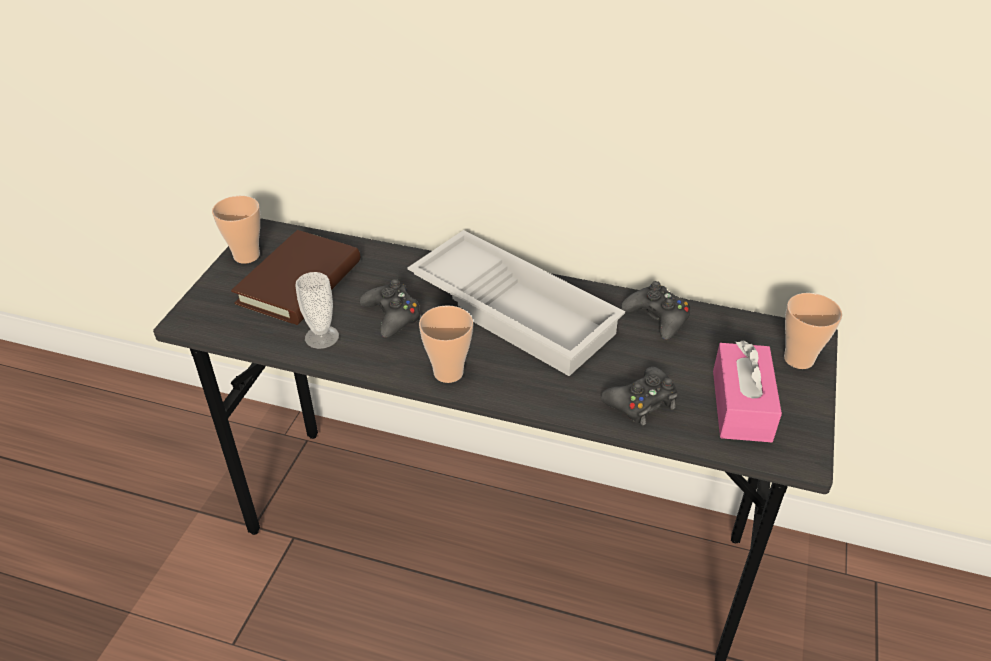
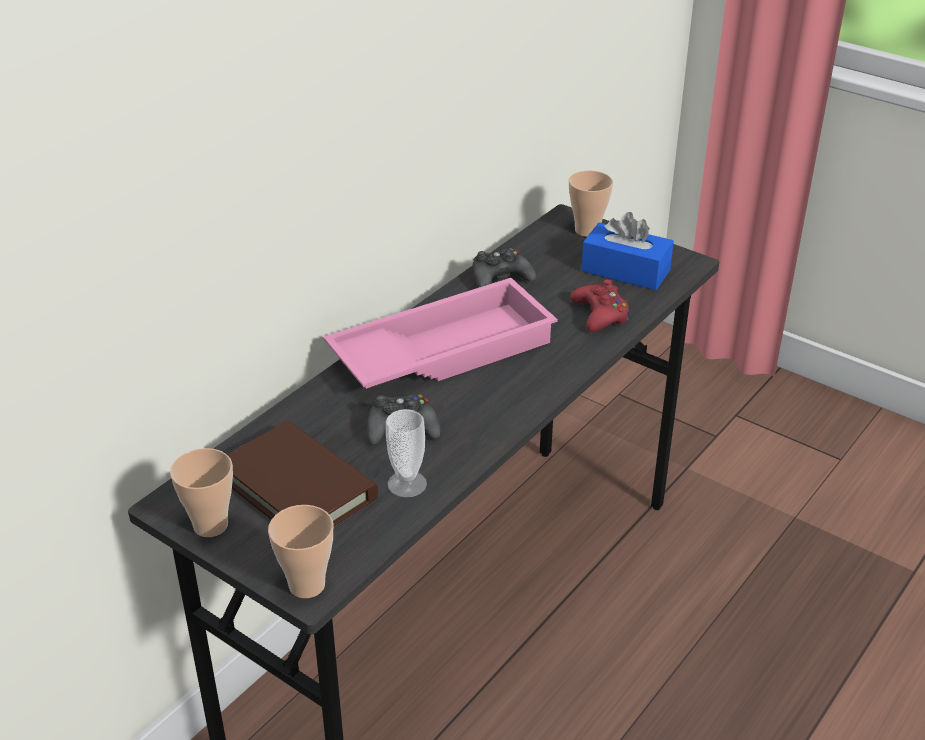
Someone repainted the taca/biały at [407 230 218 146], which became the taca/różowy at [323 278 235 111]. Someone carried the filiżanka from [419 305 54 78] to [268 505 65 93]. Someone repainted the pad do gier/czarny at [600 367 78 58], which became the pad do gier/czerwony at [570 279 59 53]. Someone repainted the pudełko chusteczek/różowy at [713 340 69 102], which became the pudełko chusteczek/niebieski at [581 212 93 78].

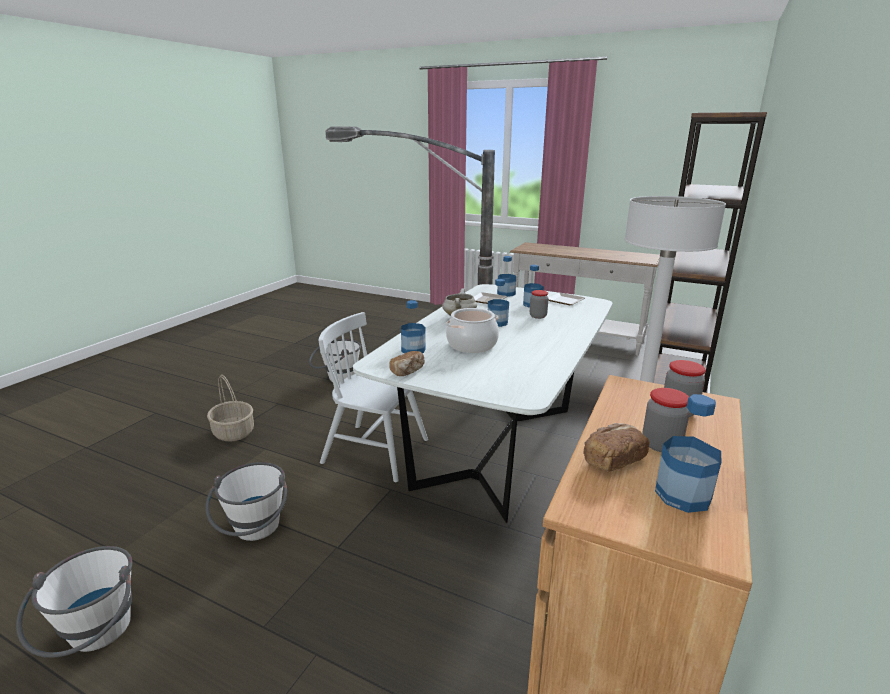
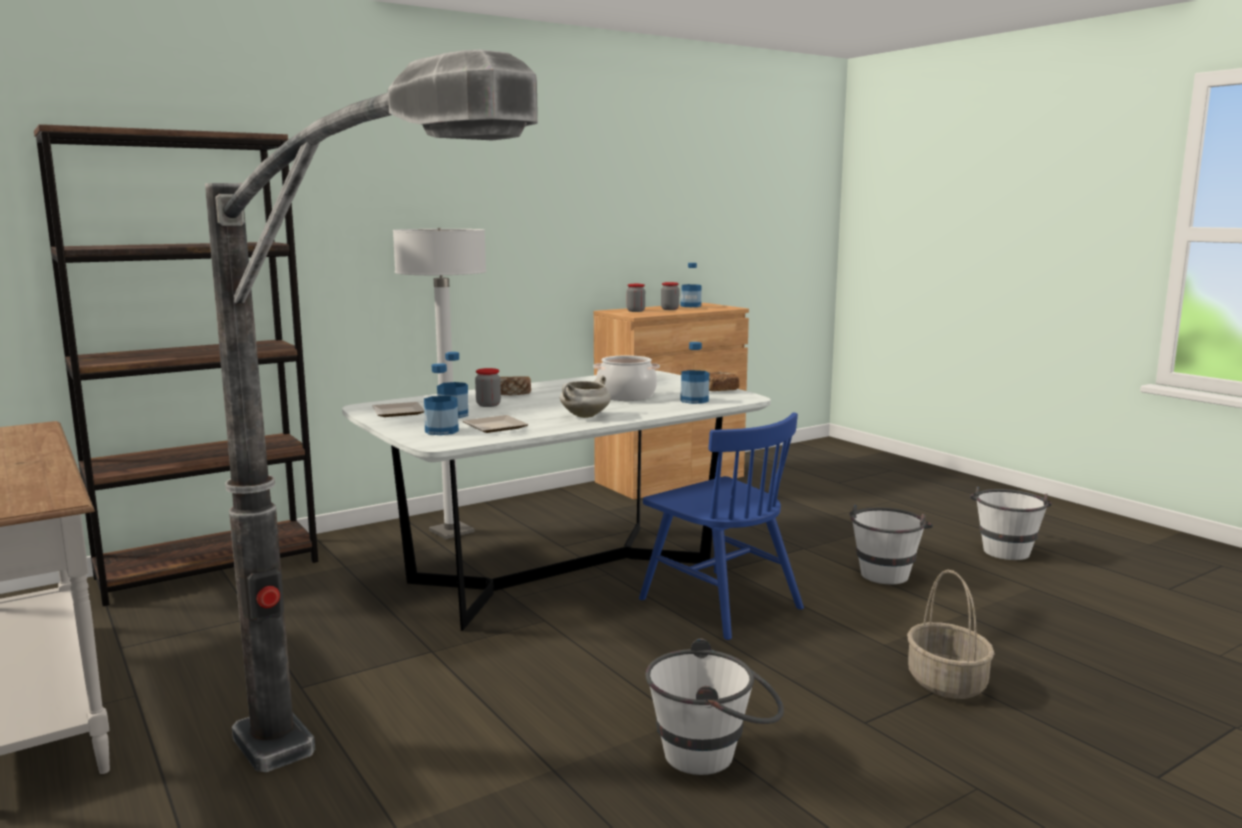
Someone repainted the krzesło/biały at [319 312 109 170], which became the krzesło/niebieski at [639 412 165 228]. Someone took away the butelka at [488 279 21 48]. Someone carried the chleb from [583 423 67 49] to [500 376 31 19].

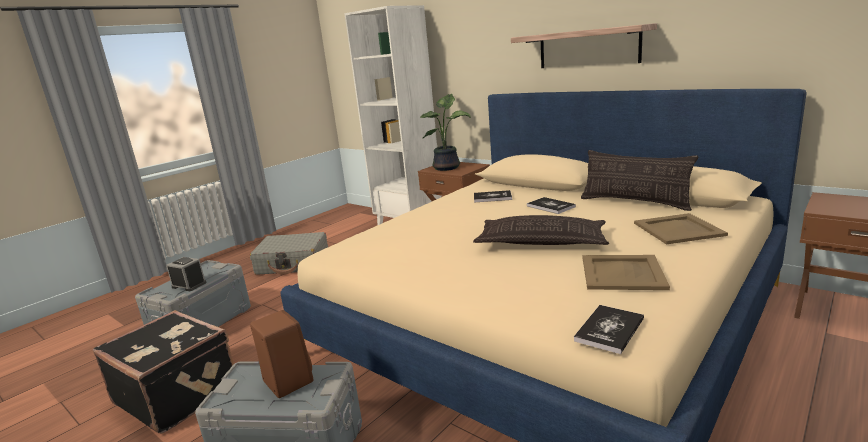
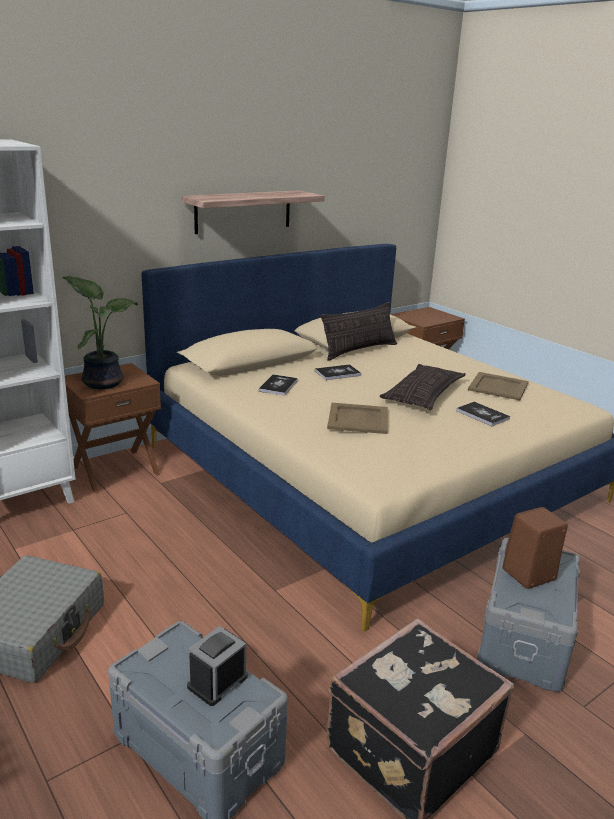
Someone carried the książka from [574 305 70 49] to [456 402 54 24]. Someone carried the taca/beżowy from [634 213 94 31] to [327 403 61 31].

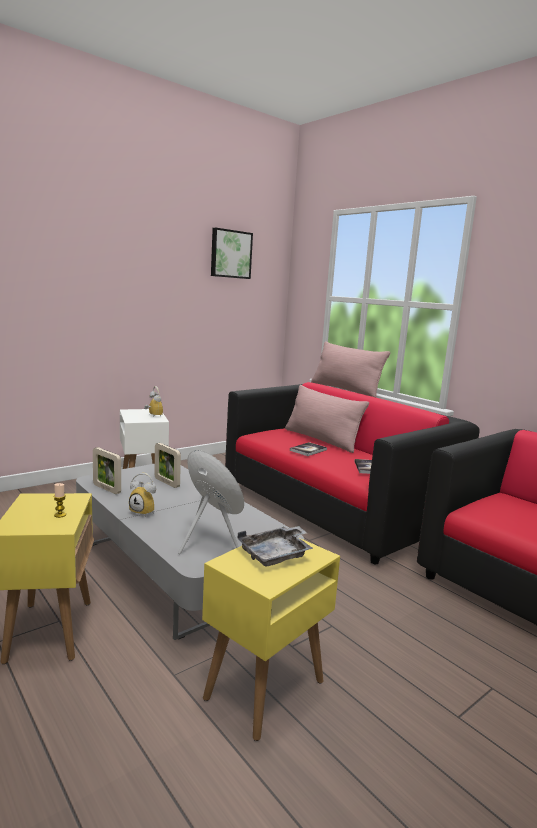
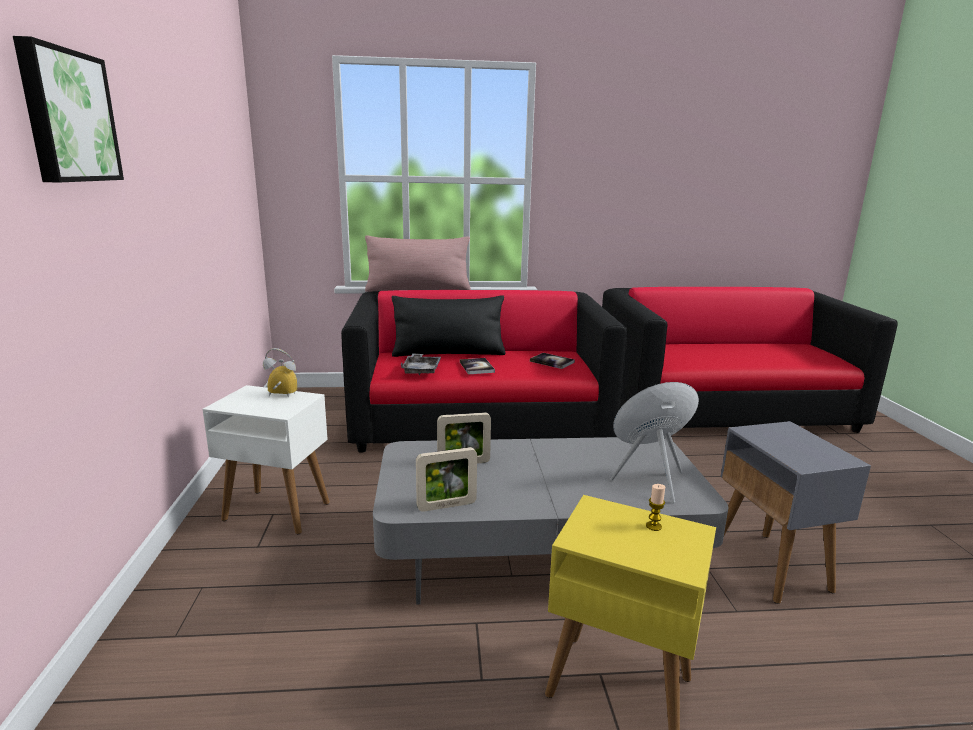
Someone took away the budzik at [129 473 27 44]. Someone repainted the stolik/żółty at [202 538 138 203], which became the stolik/szary at [721 421 150 183]. Someone carried the obraz from [211 228 42 51] to [13 36 111 146]. Someone carried the taca/szary from [237 526 76 41] to [401 353 40 22]. Someone repainted the poduszka/różowy at [285 385 84 68], which became the poduszka/czarny at [392 296 113 61].

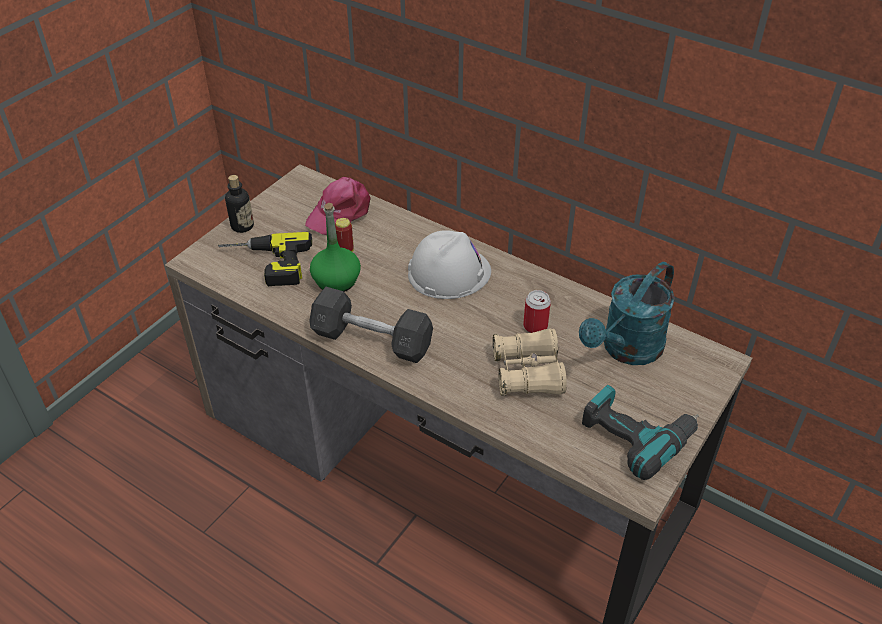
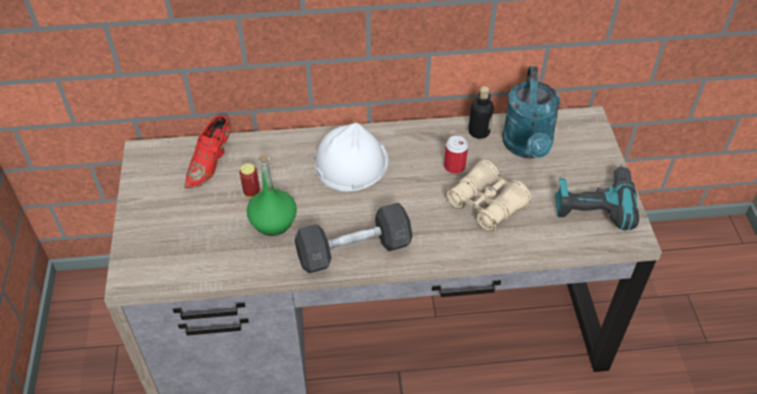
Someone took away the wiertarka at [218 232 94 54]. Someone carried the butelka from [225 175 29 58] to [468 86 26 53]. Someone swapped the czapka z daszkiem/różowy at [305 177 66 58] for the but/czerwony at [184 115 47 73].

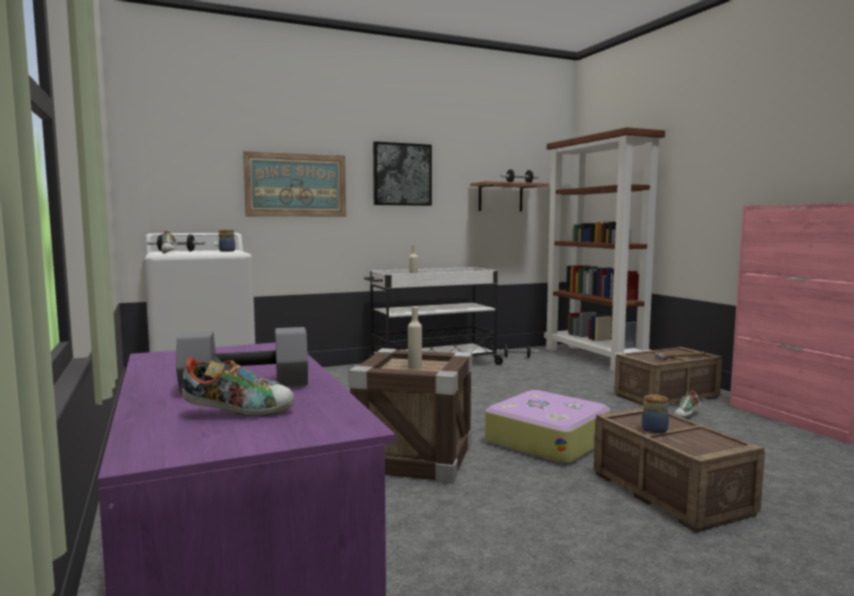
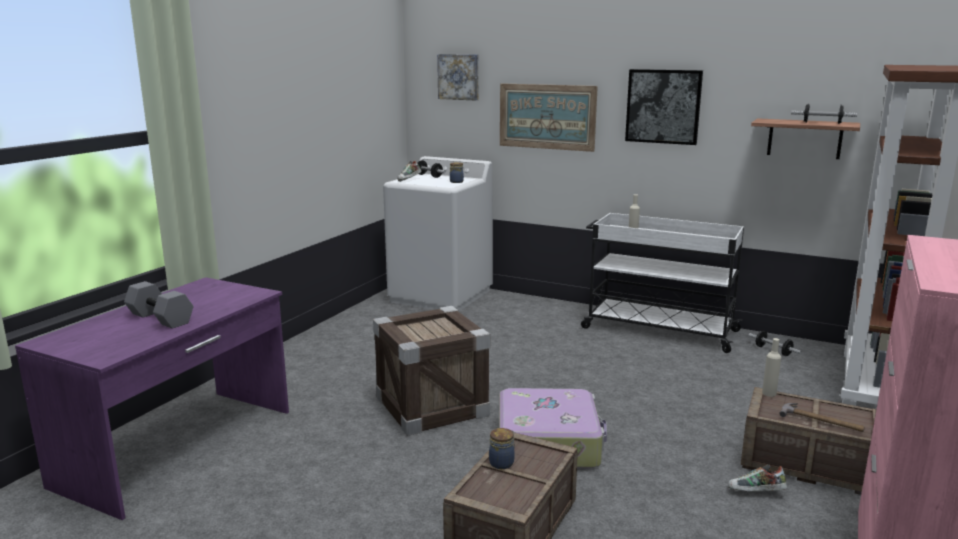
Someone took away the but at [181 355 114 61]. Someone carried the butelka/beżowy from [408 307 14 62] to [762 338 19 59]. Someone put up the obraz at [437 54 42 46].

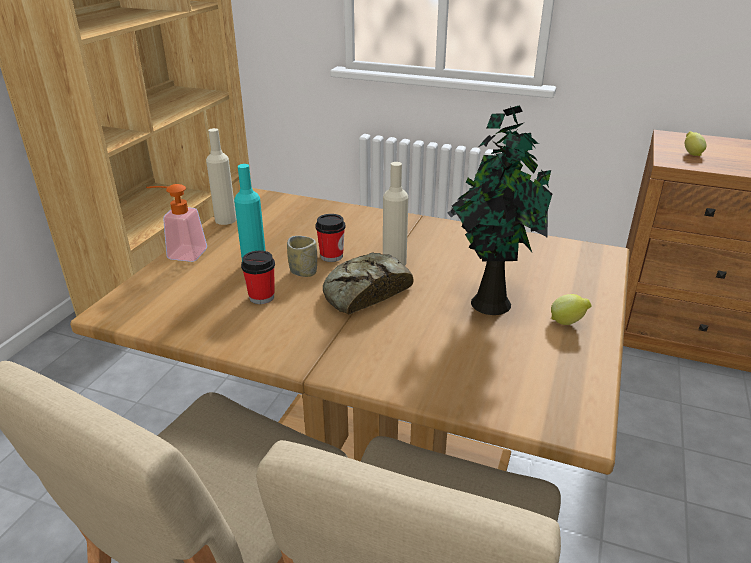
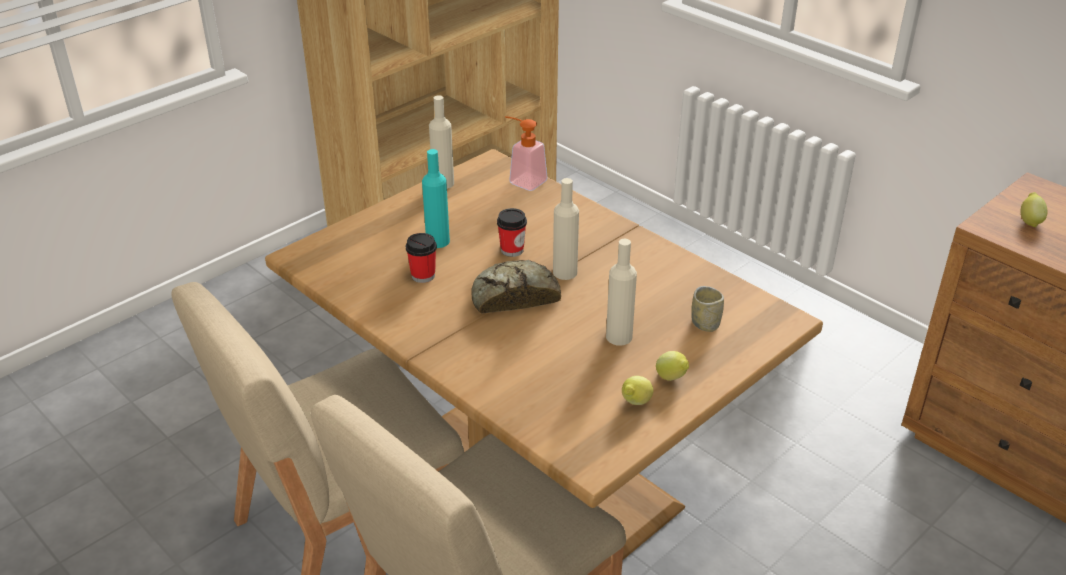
Someone carried the dozownik mydła from [146 184 61 78] to [505 116 43 75]. Someone carried the filiżanka from [287 236 30 41] to [691 286 33 46]. Someone swapped the roślina doniczkowa at [447 105 105 210] for the butelka/beżowy at [606 239 31 107]. Someone put down the cytryna at [622 376 31 29].

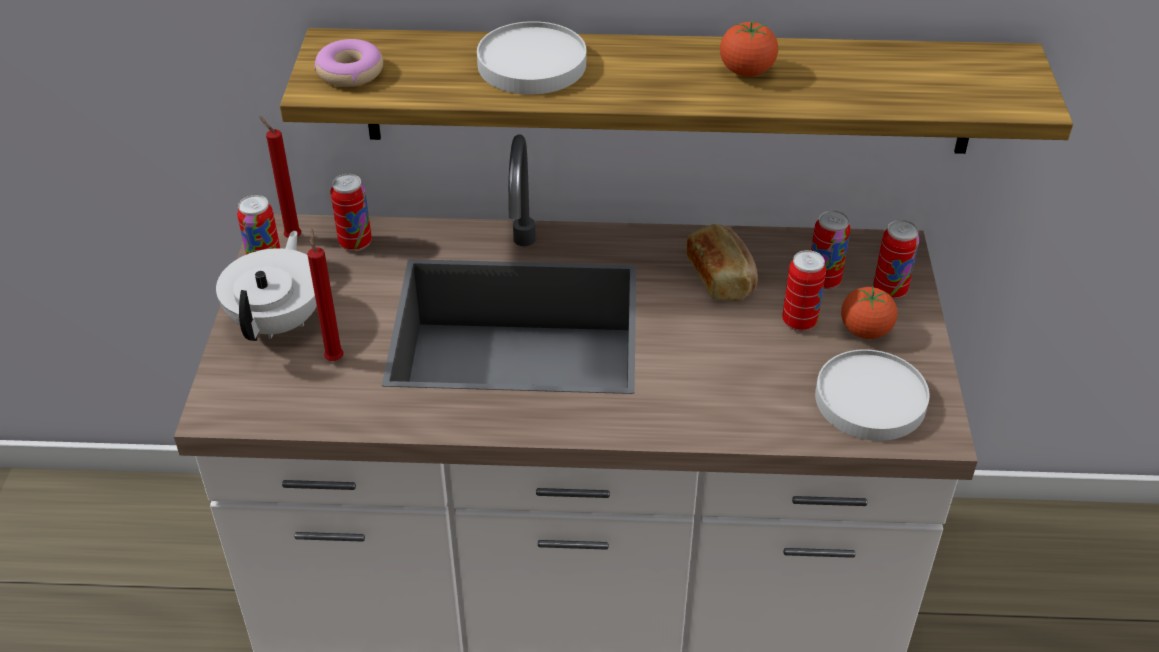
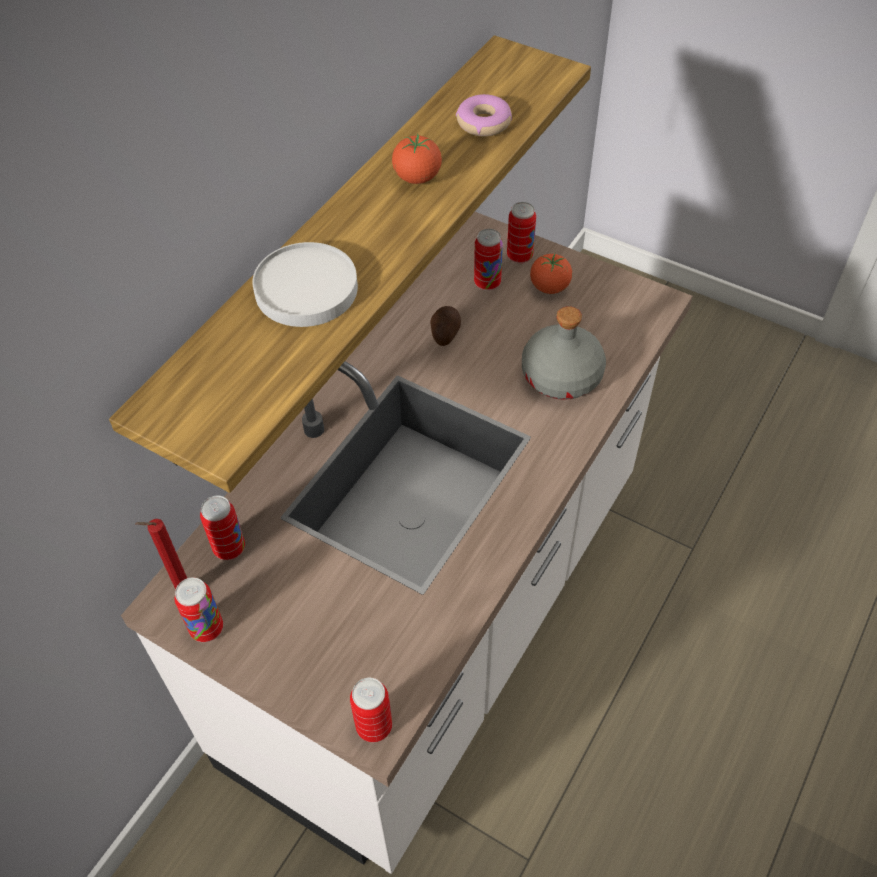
Someone took away the imbryk/biały at [216 231 101 110]. Someone took away the świeca/czerwony at [307 229 37 132]. Someone carried the donut from [314 39 69 48] to [456 94 56 42]. Someone swapped the chleb at [686 224 72 77] for the ziemniak at [430 306 31 40]. Someone carried the puszka from [782 250 44 81] to [350 678 42 64]. Someone took away the talerz/biały at [815 349 114 92]. Someone put down the butelka/szary at [522 306 84 94].

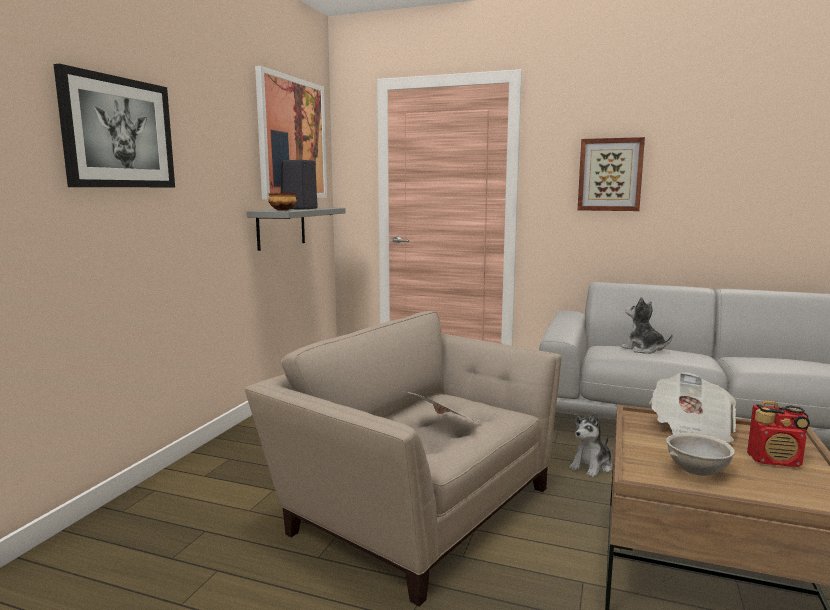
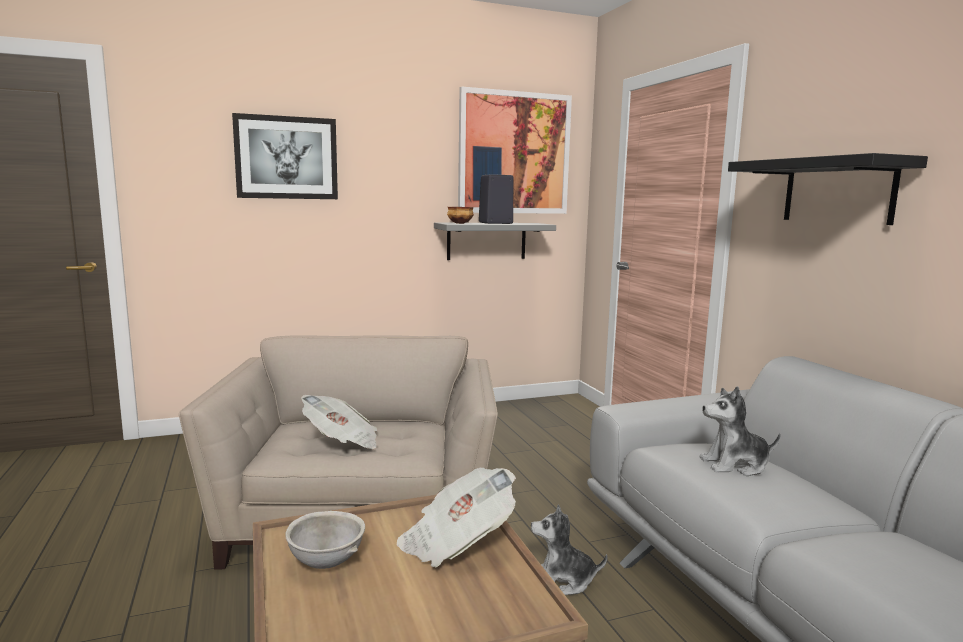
Someone swapped the obraz at [578 137 67 74] for the półka/czarny at [728 153 200 72]. Someone rotated the pluszak at [621 297 52 57] by 105 degrees counterclockwise. Someone took away the radio at [747 401 63 66].

